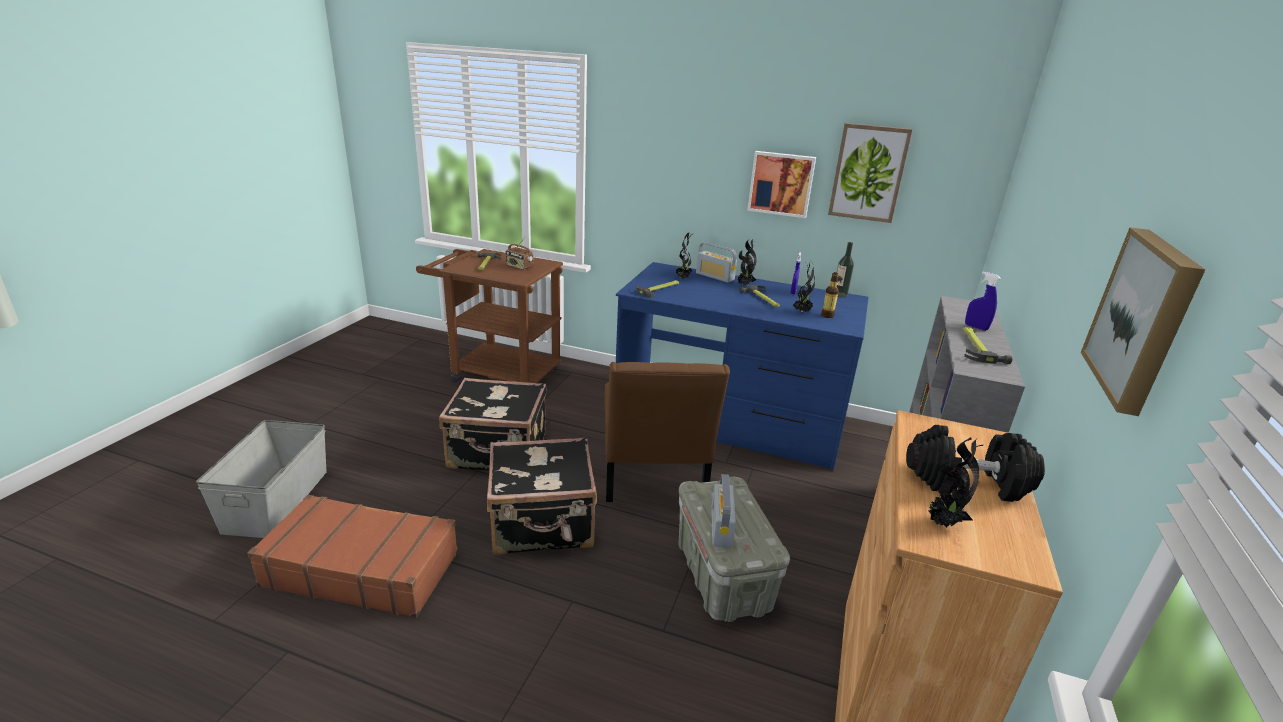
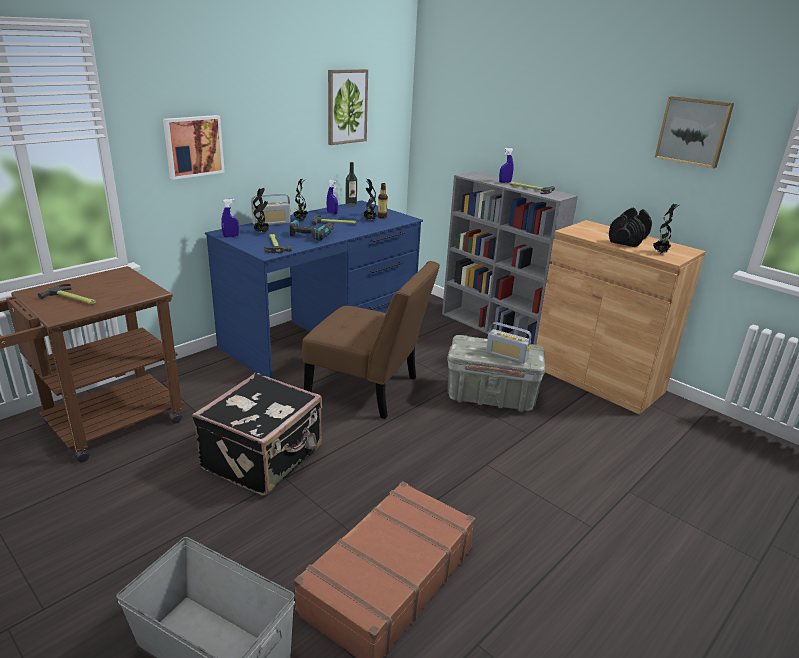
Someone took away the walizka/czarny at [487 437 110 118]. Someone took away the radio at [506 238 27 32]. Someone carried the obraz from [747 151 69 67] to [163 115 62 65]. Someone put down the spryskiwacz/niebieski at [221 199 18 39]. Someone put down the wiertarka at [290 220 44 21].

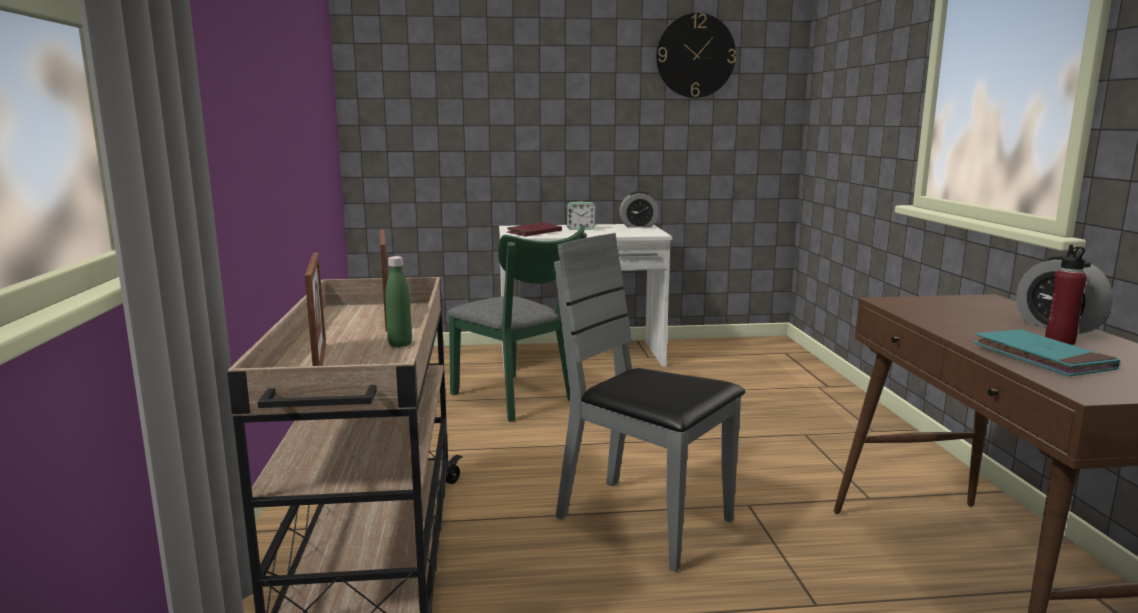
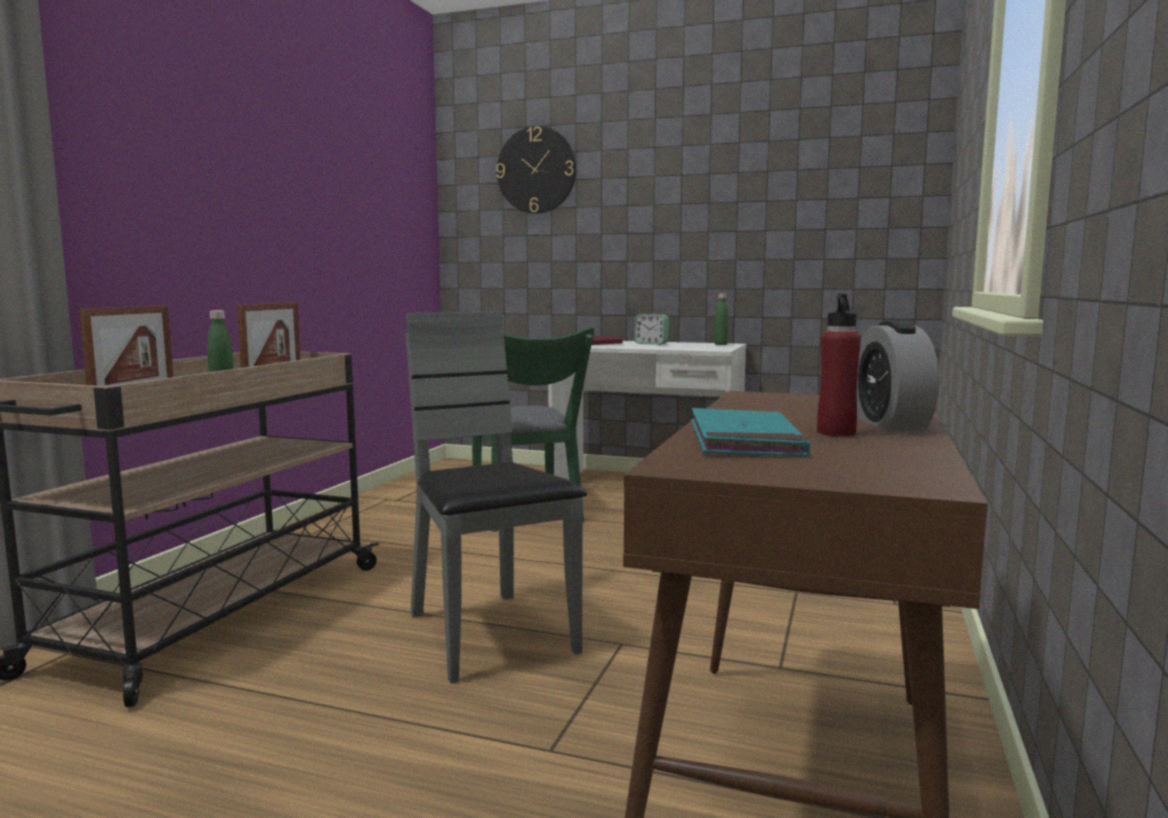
Someone swapped the budzik at [619 191 40 37] for the butelka/zielony at [714 294 15 51]. Someone carried the zegar ścienny from [656 13 80 85] to [496 126 80 88].

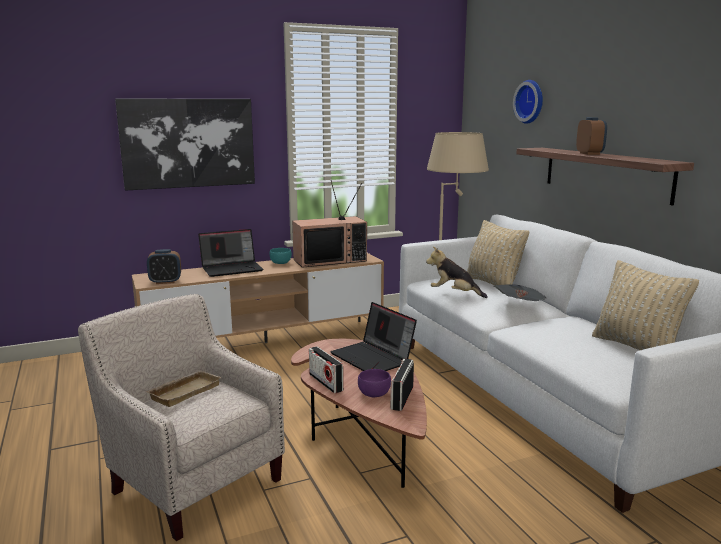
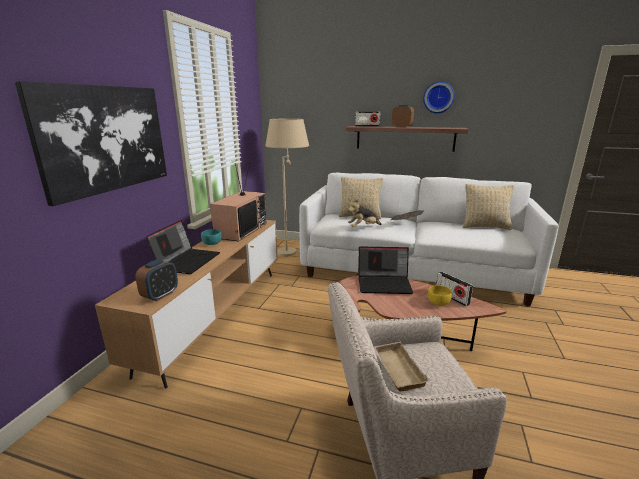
Someone carried the radio from [309 347 34 46] to [355 112 25 15]. Someone repainted the miska/fioletowy at [358 369 33 28], which became the miska/żółty at [428 285 24 21]. Someone carried the zegar ścienny from [513 80 30 44] to [423 81 32 32].

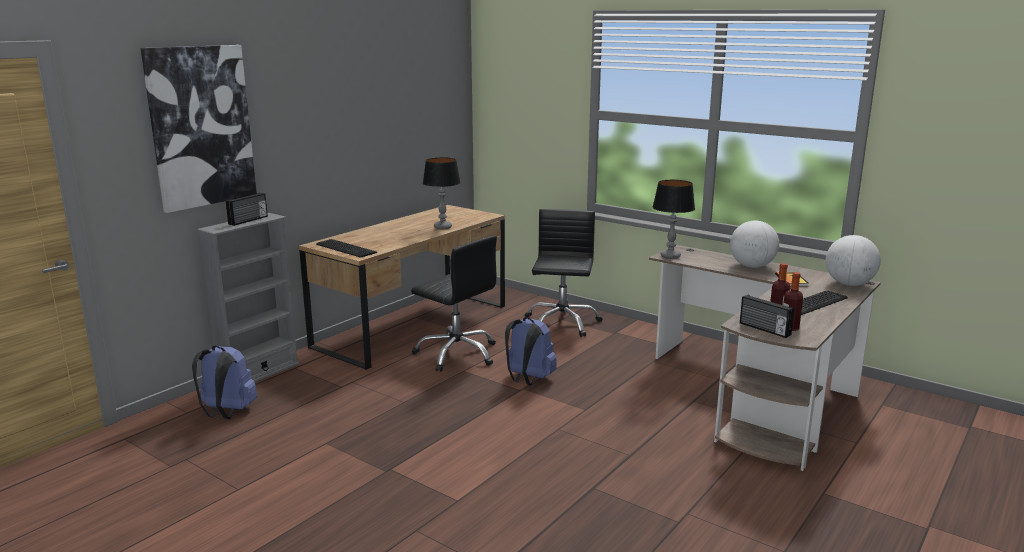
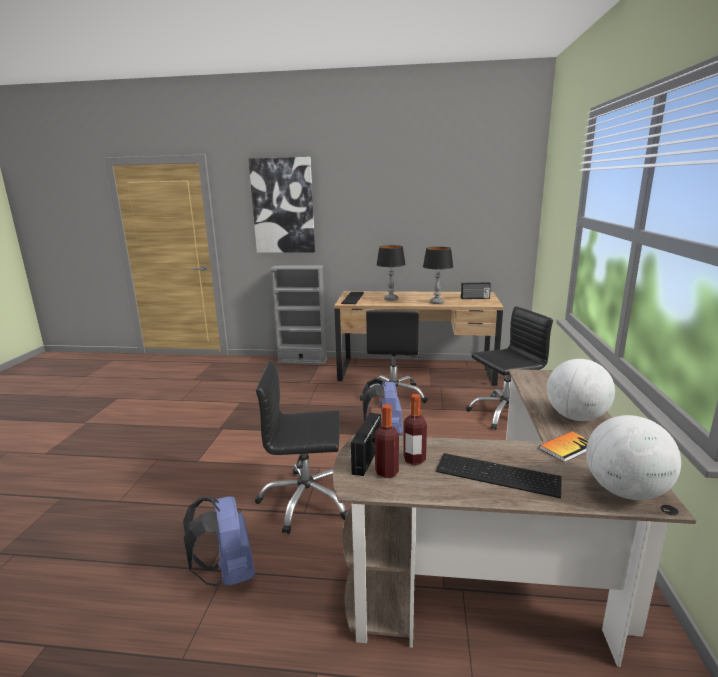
Someone carried the plecak/niebieski from [192 345 65 74] to [183 496 72 90]. Someone carried the radio from [226 193 42 33] to [461 282 30 17]. Someone carried the lampa stołowa from [653 180 42 79] to [376 245 30 56]. Someone put down the krzesło biurowe/czarny at [255 360 93 174].

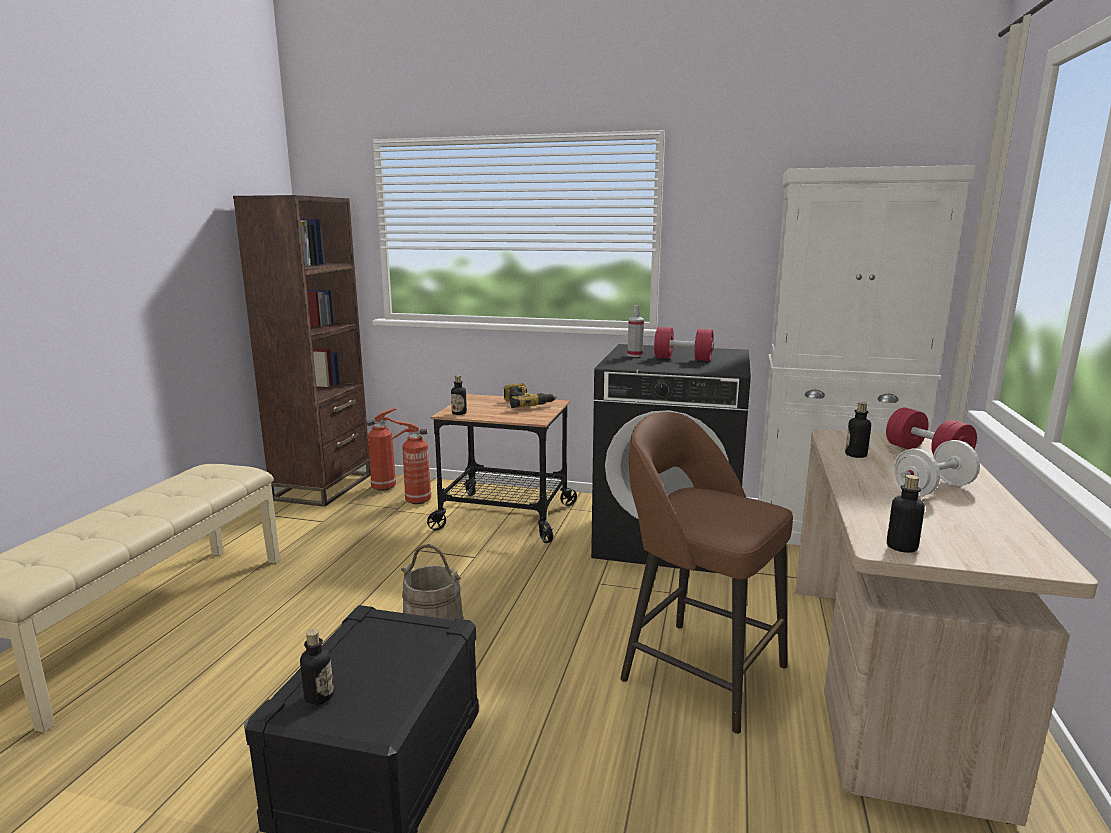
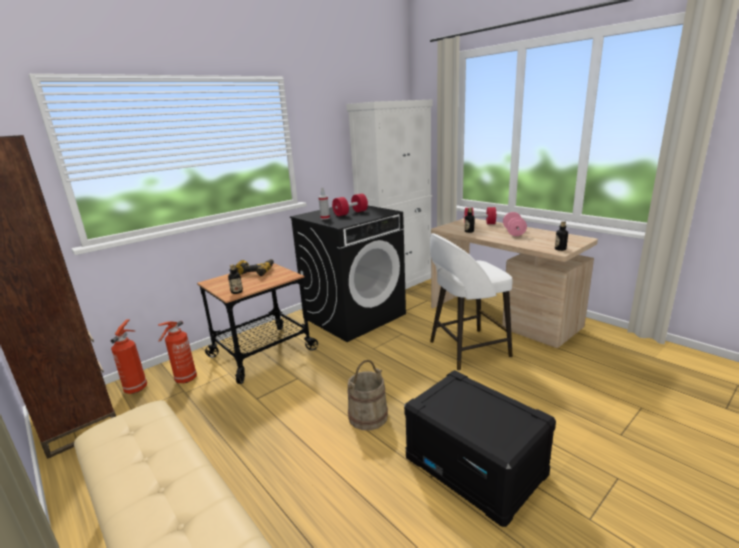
Someone took away the butelka at [300 629 34 76]. Someone repainted the stołek/brązowy at [620 412 173 322], which became the stołek/biały at [430 233 83 138]. Someone repainted the hantel/biały at [894 440 86 56], which became the hantel/różowy at [503 212 24 24].

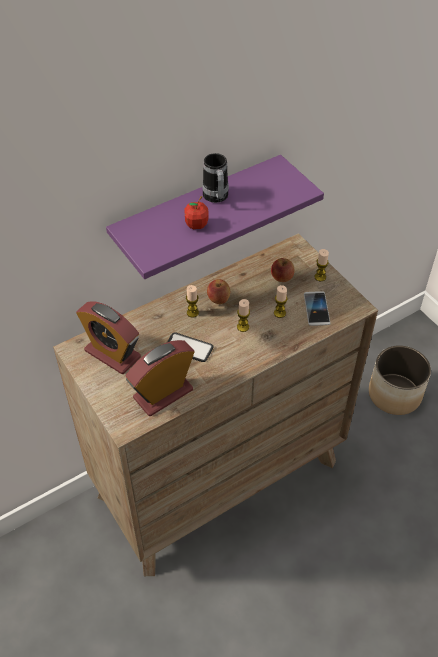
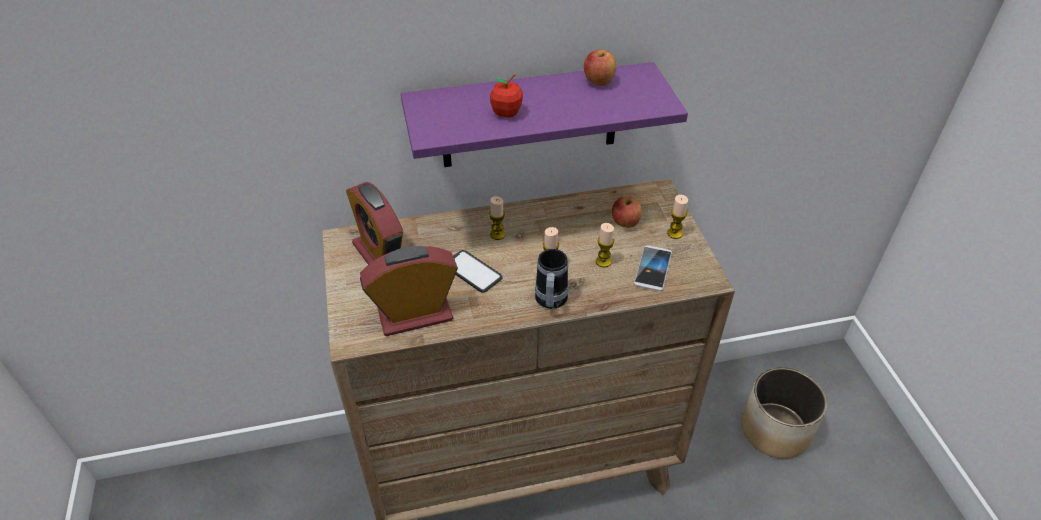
Someone carried the kubek from [202 153 27 50] to [535 249 34 60]. Someone carried the jabłko from [207 279 23 25] to [584 50 32 36].

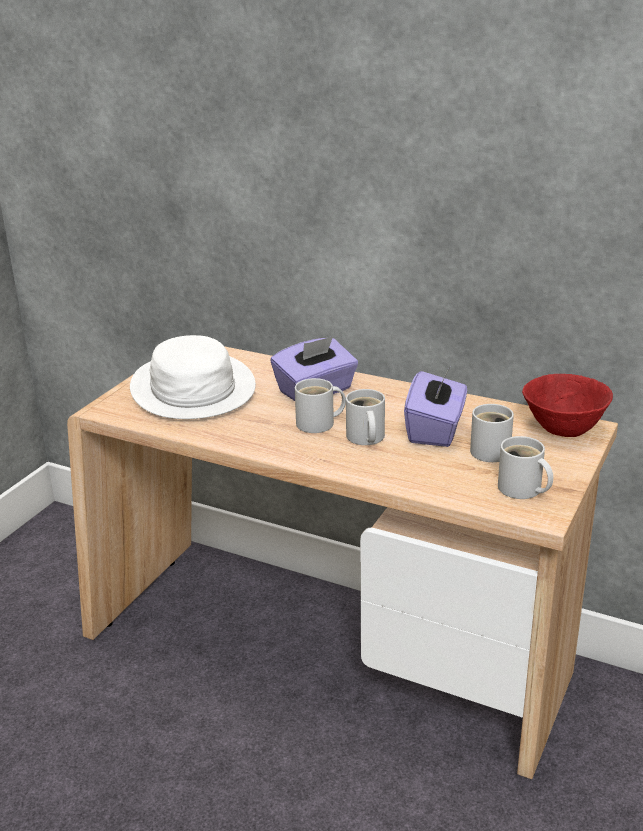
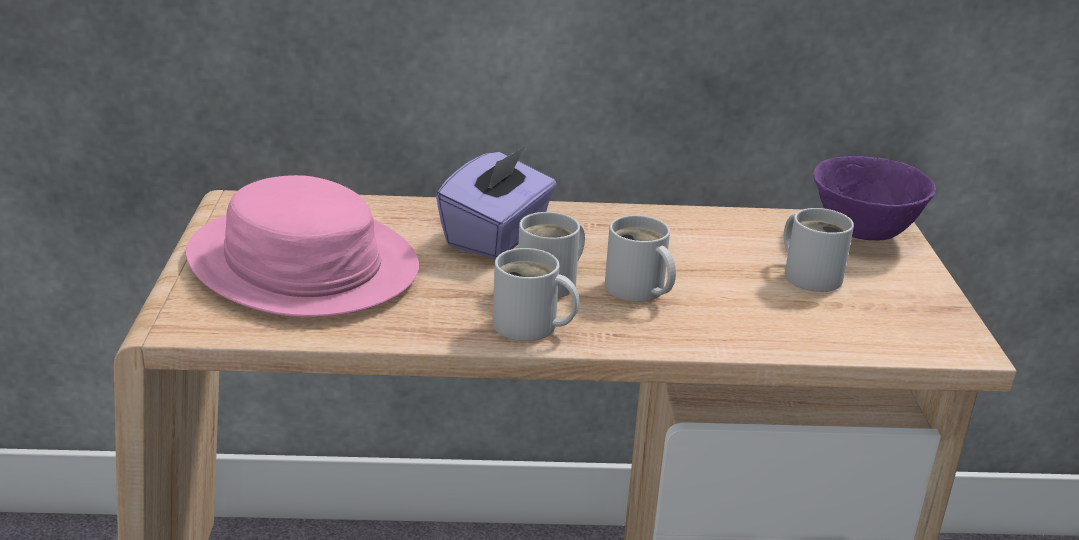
Someone repainted the kapelusz/biały at [130 335 126 84], which became the kapelusz/różowy at [186 175 233 142]. Someone took away the pudełko chusteczek/fioletowy at [404 366 63 81]. Someone carried the kubek/biały from [498 436 55 63] to [493 248 86 93]. Someone repainted the miska/czerwony at [522 374 91 63], which became the miska/fioletowy at [813 156 123 84].

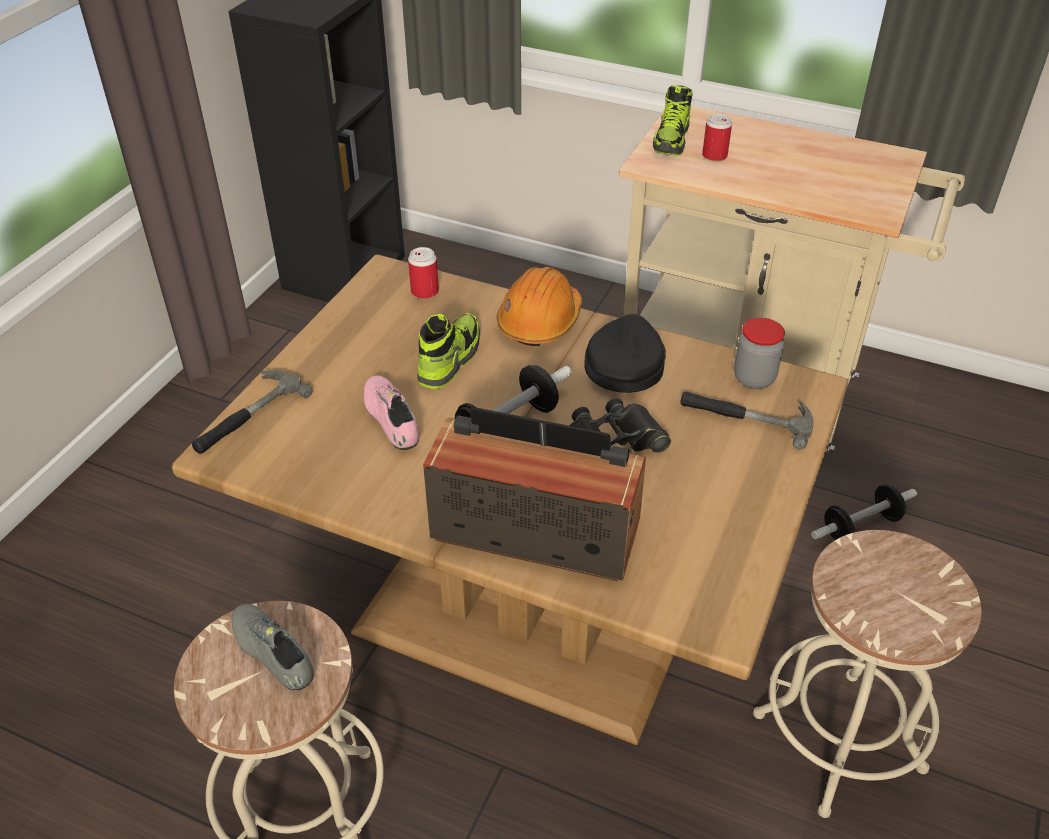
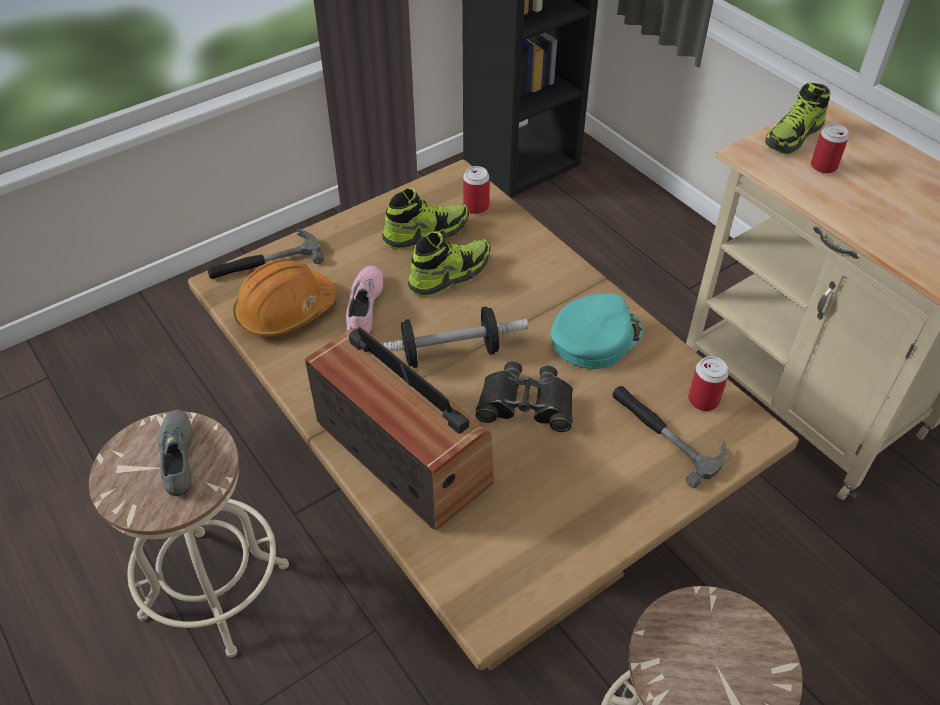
Someone carried the kask/pomarańczowy from [497 267 85 79] to [233 259 104 78]. Someone repainted the czapka z daszkiem/czarny at [584 314 82 79], which became the czapka z daszkiem/turkusowy at [551 293 92 76]. Someone swapped the słoik at [734 318 51 71] for the puszka at [688 356 41 55]. Someone took away the hantel at [811 484 106 56]. Someone put down the but at [382 188 87 62].

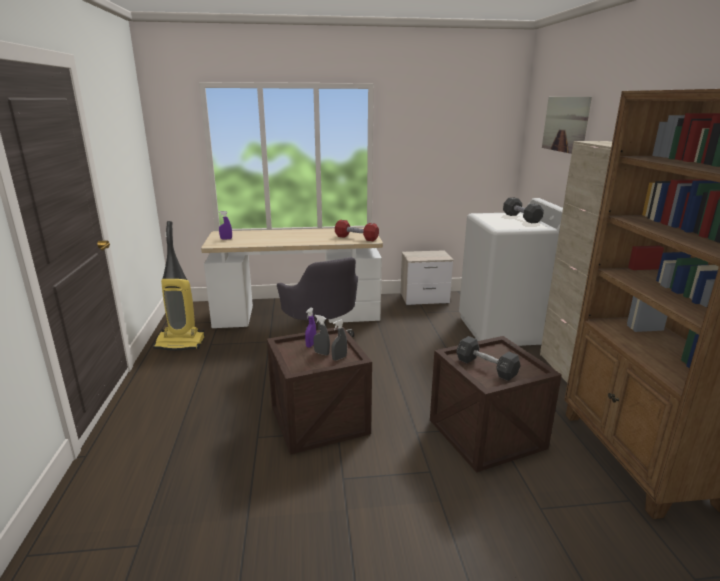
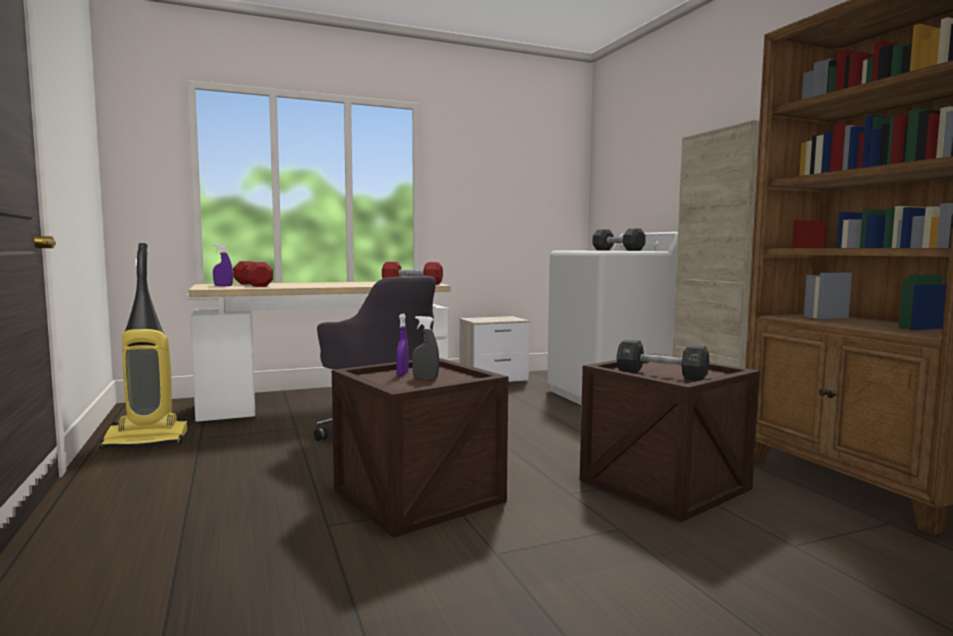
Someone took away the spryskiwacz/szary at [331 320 16 41]. Someone took away the obraz at [542 97 50 57]. Someone put down the hantel/czerwony at [233 261 40 26].

